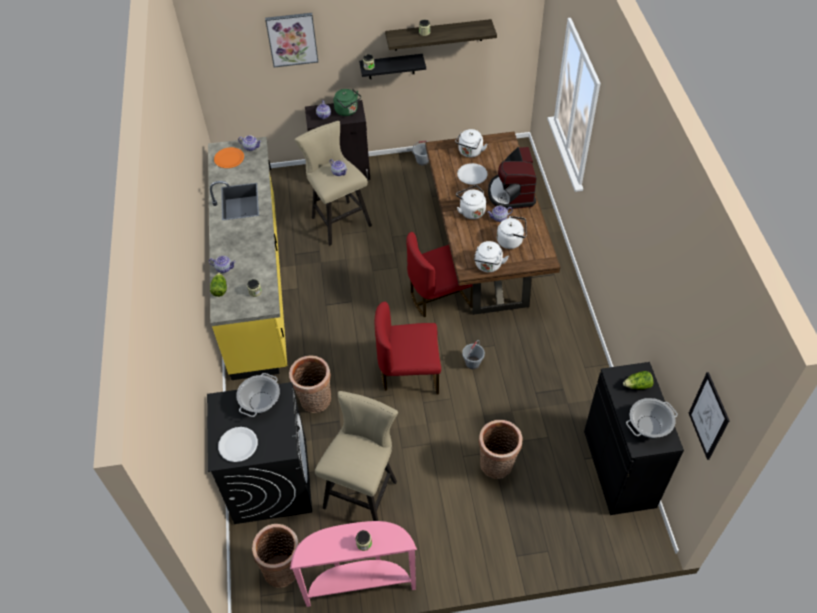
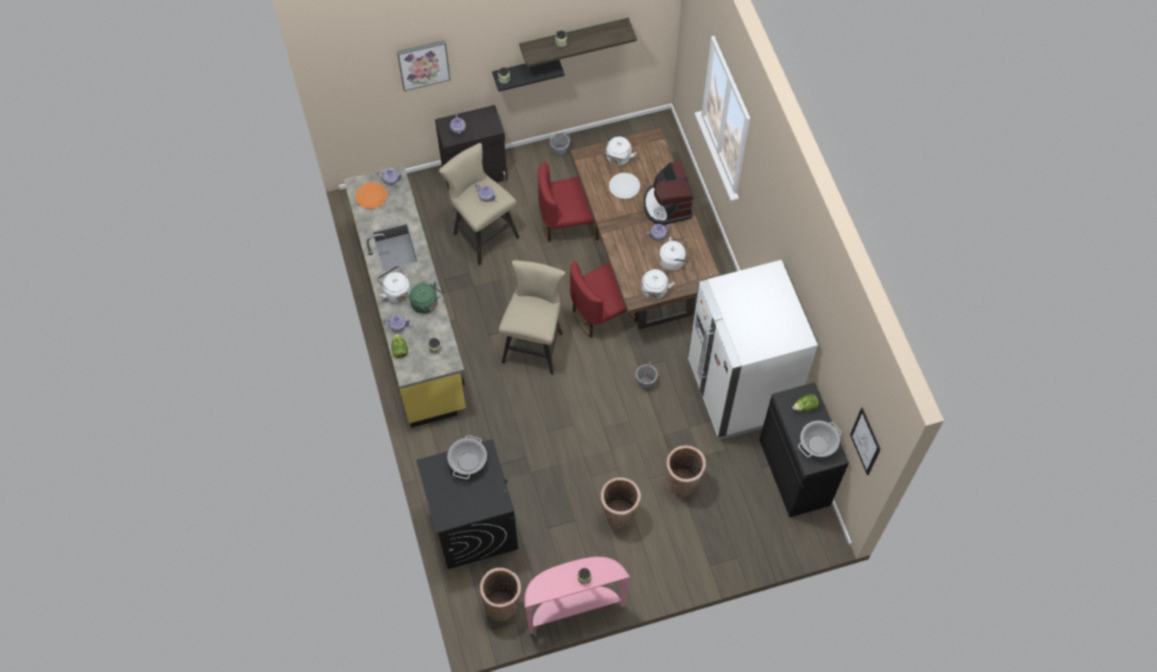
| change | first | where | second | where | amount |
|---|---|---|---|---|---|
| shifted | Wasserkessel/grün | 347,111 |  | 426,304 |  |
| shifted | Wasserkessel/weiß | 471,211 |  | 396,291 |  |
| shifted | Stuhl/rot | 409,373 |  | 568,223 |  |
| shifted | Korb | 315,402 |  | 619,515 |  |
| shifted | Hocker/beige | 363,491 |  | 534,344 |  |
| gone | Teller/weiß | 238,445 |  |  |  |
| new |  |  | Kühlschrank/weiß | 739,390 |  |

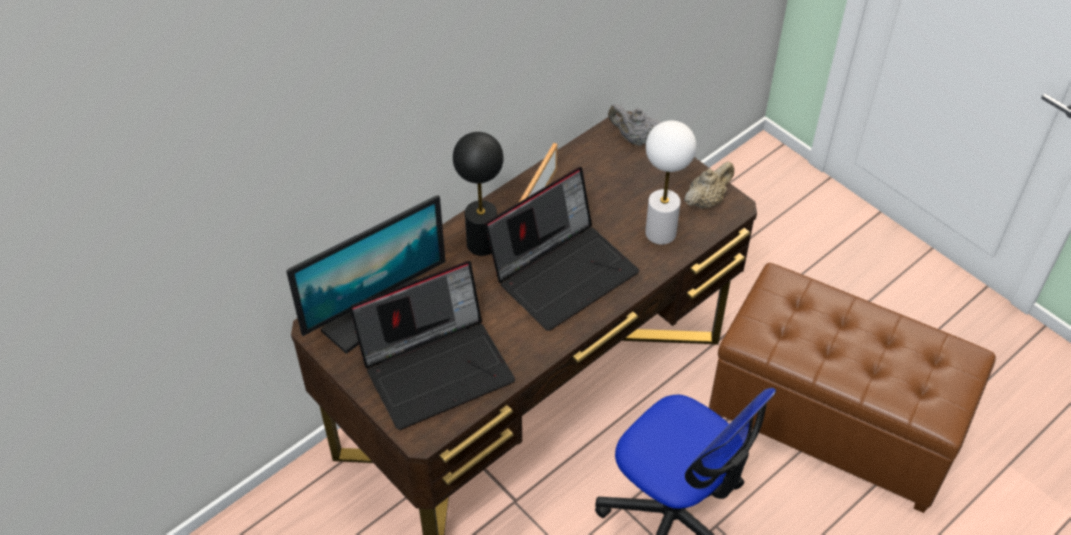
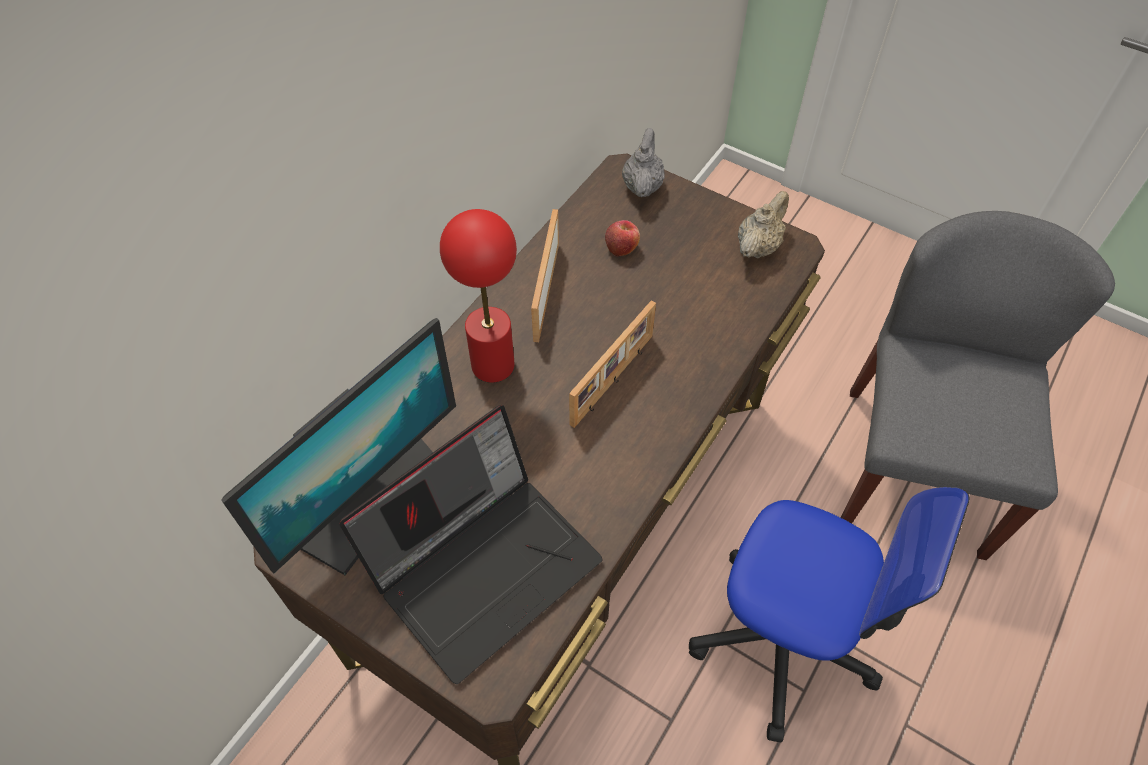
| change | first | where | second | where | amount |
|---|---|---|---|---|---|
| rotated | Teekanne/grau | 635,139 |  | 642,186 | 90 degrees clockwise |
| gone | Tischlampe/weiß | 661,233 |  |  |  |
| repainted | Tischlampe/schwarz | 482,244 | Tischlampe/rot | 493,365 |  |
| swapped | Laptop | 564,271 | Bilderrahmen | 614,380 |  |
| swapped | Polsterhocker/braun | 834,420 | Stuhl/grau | 914,468 |  |
| new |  |  | Apfel | 621,248 |  |

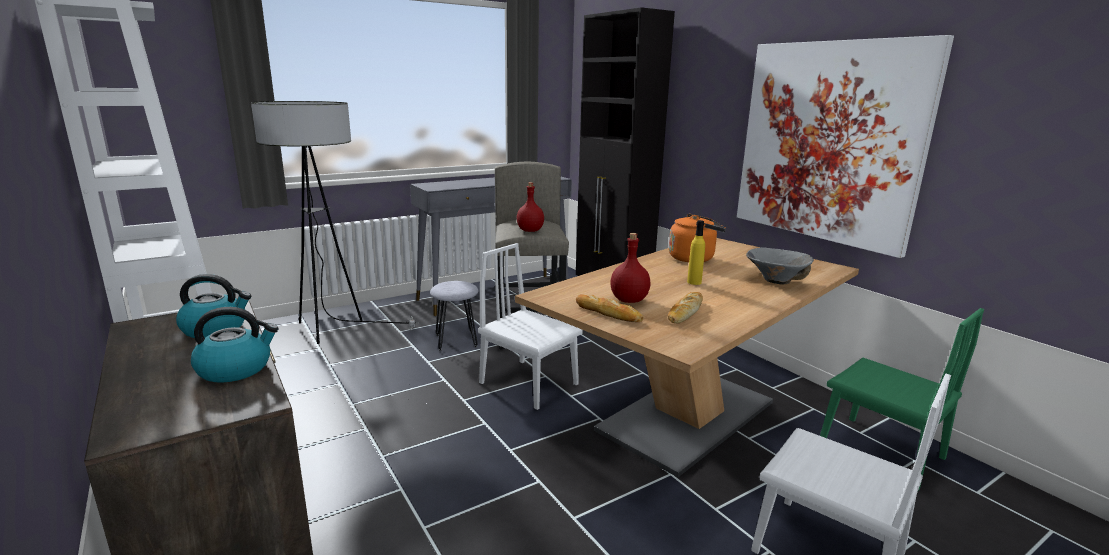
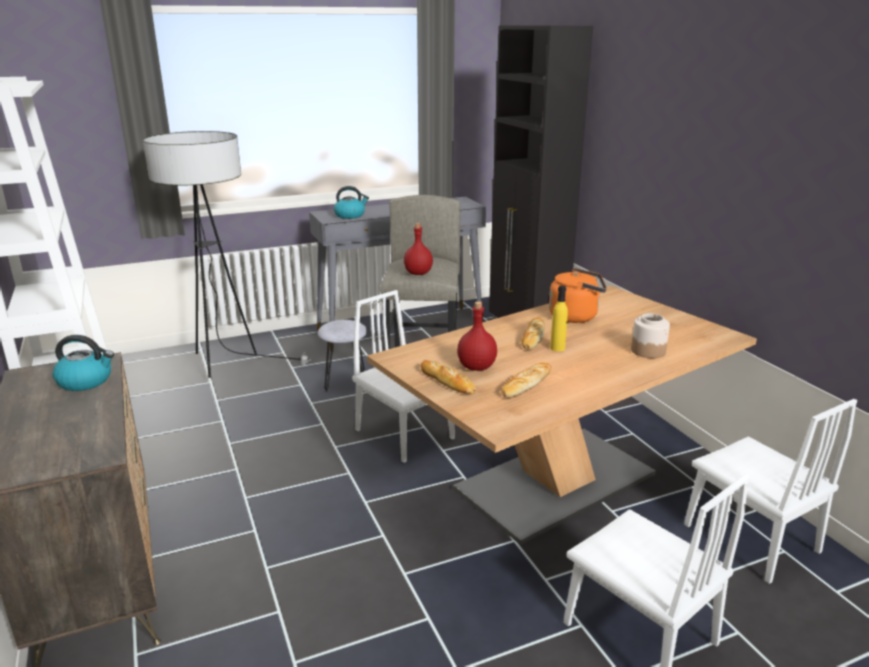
| change | first | where | second | where | amount |
|---|---|---|---|---|---|
| gone | Bild | 828,142 |  |  |  |
| swapped | Schüssel/grau | 776,281 | Vorratsglas | 648,351 |  |
| shifted | Wasserkessel | 236,369 |  | 350,215 |  |
| repainted | Stuhl/grün | 880,451 | Stuhl/weiß | 750,538 |  |
| new |  |  | Brot | 533,337 |  |

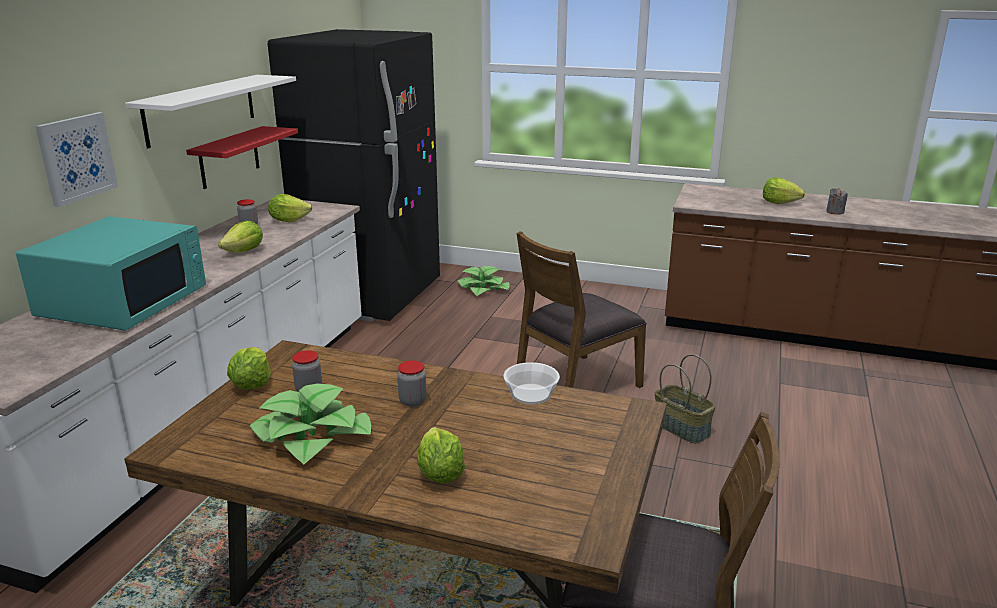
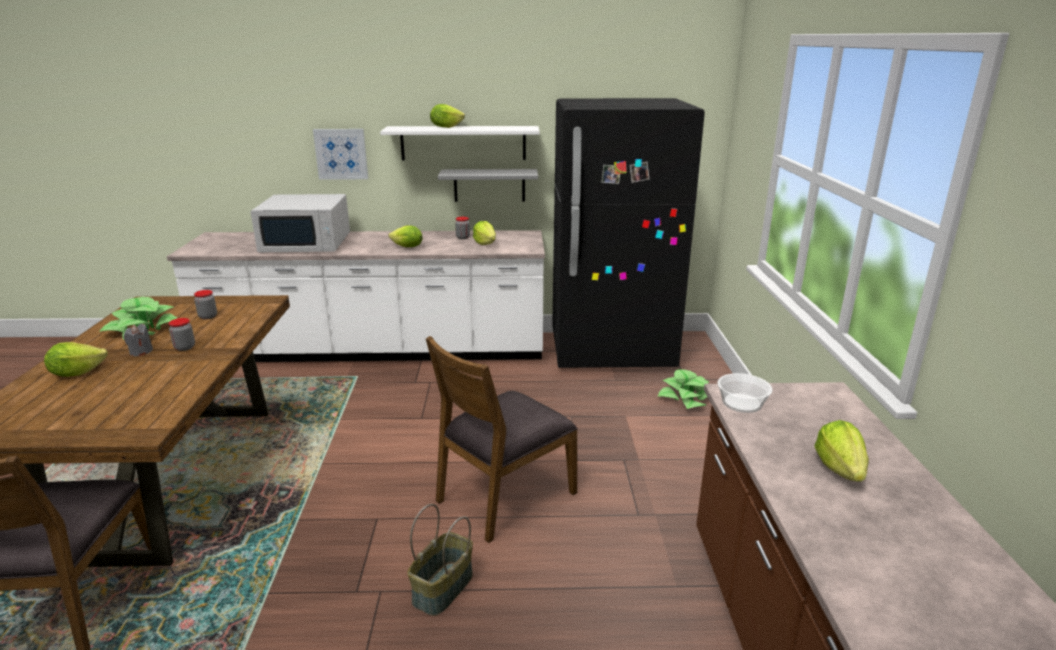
| change | first | where | second | where | amount |
|---|---|---|---|---|---|
| repainted | Wandregal/rot | 229,157 | Wandregal/grau | 489,185 |  |
| shifted | Kerze/grau | 835,212 |  | 141,352 |  |
| repainted | Mikrowelle/türkis | 125,301 | Mikrowelle/weiß | 307,243 |  |
| rotated | Stuhl/braun | 576,386 |  | 504,496 | 75 degrees counterclockwise |
| shifted | Salatkopf | 252,384 |  | 446,127 |  |
| shifted | Schüssel | 531,394 |  | 741,403 |  |

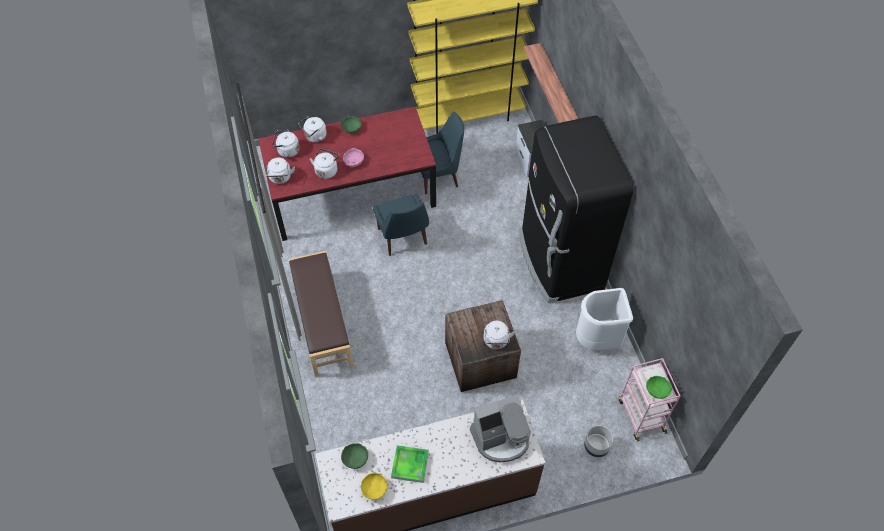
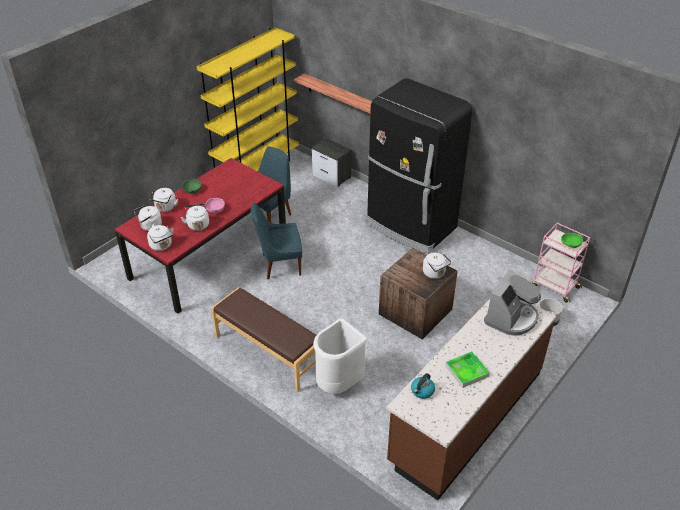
| change | first | where | second | where | amount |
|---|---|---|---|---|---|
| rotated | Stuhl/blau | 403,238 |  | 279,265 | 135 degrees clockwise |
| shifted | Mülleimer/weiß | 597,340 |  | 339,384 |  |
| swapped | Schüssel/grün | 355,459 | Wasserkessel | 422,391 |  |
| gone | Schüssel/gelb | 375,489 |  |  |  |

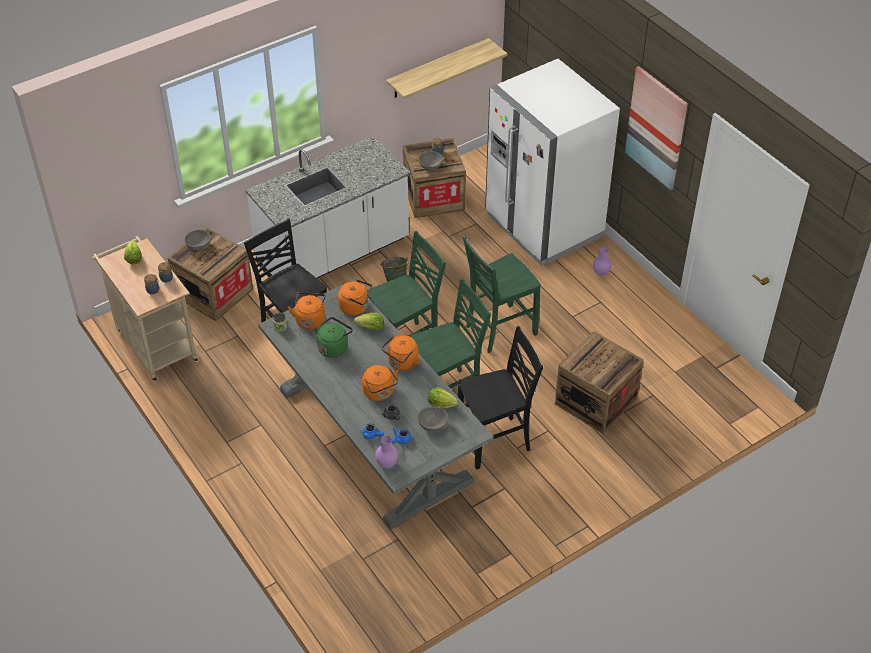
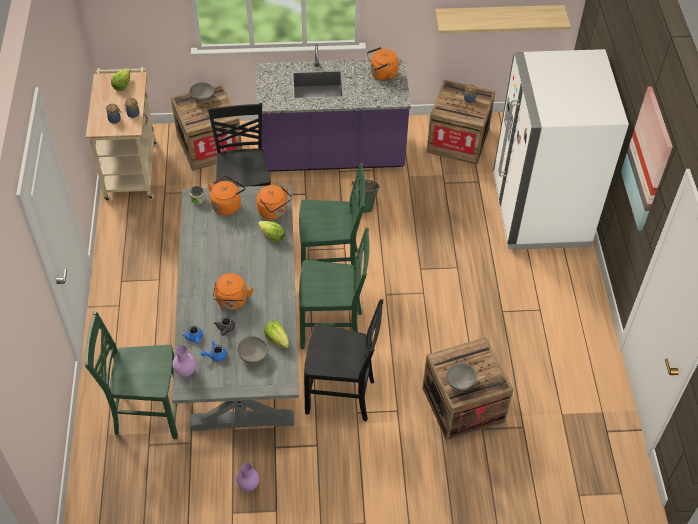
| change | first | where | second | where | amount |
|---|---|---|---|---|---|
| repainted | Küchenzeile/weiß | 334,254 | Küchenzeile/lila | 332,155 |  |
| shifted | Schüssel/grau | 431,166 |  | 460,382 |  |
| shifted | Stuhl/grün | 499,330 |  | 147,413 |  |
| shifted | Vase/lila | 601,273 |  | 249,485 |  |
| gone | Wasserkessel/grün | 334,347 |  |  |  |
| shifted | Wasserkessel/orange | 402,363 |  | 382,74 |  |

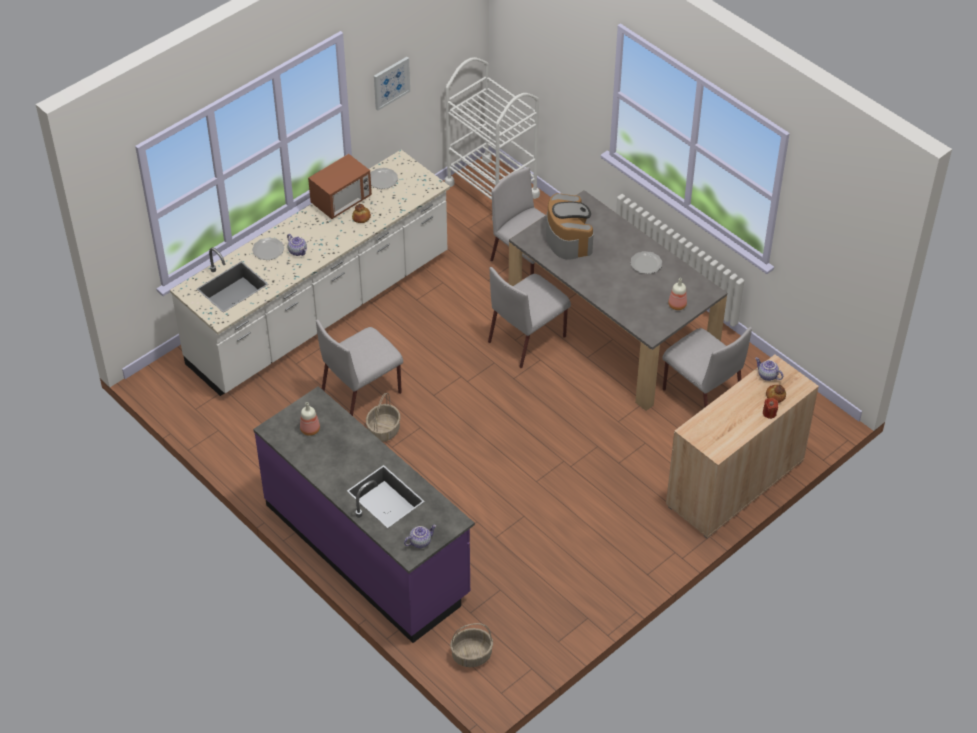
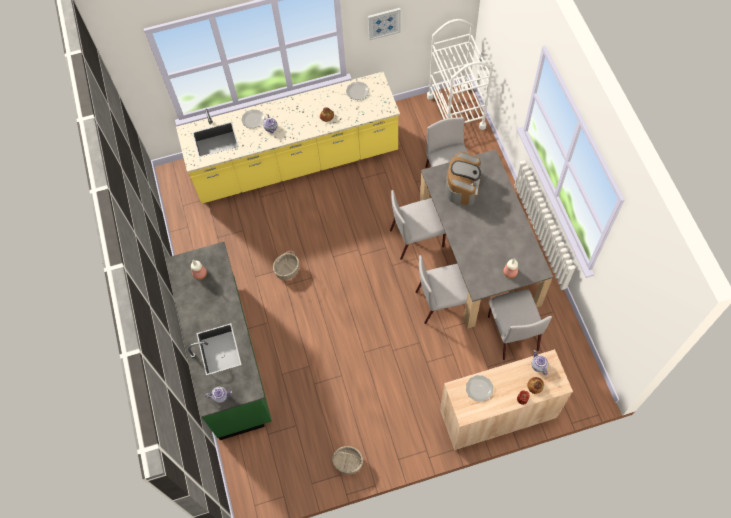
| change | first | where | second | where | amount |
|---|---|---|---|---|---|
| repainted | Küchenzeile/weiß | 320,311 | Küchenzeile/gelb | 296,163 |  |
| gone | Mikrowelle | 341,201 |  |  |  |
| shifted | Teller | 646,263 |  | 479,388 |  |
| shifted | Stuhl/grau | 362,392 |  | 444,302 |  |
| repainted | Küchenzeile/lila | 367,550 | Küchenzeile/grün | 229,356 |  |
| shifted | Korb | 471,655 |  | 348,463 |  |

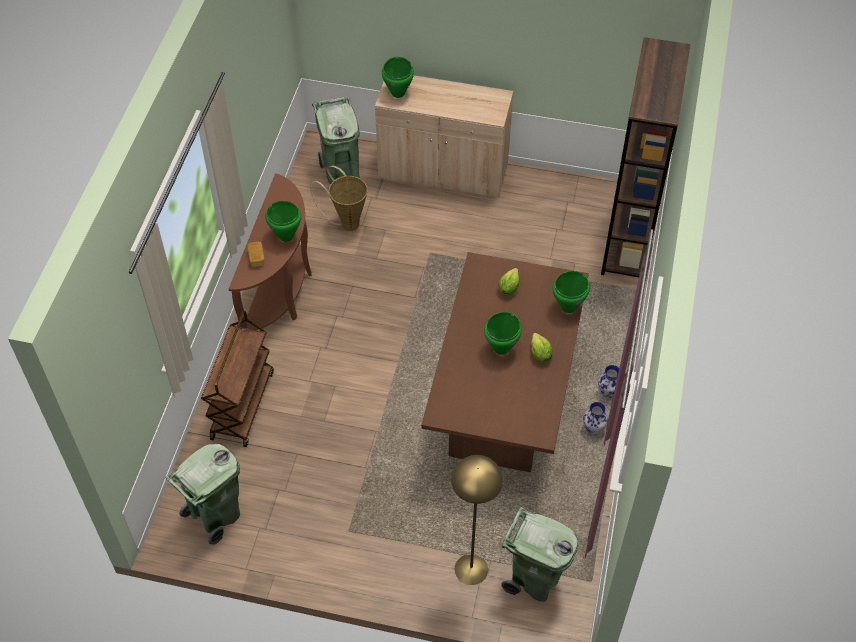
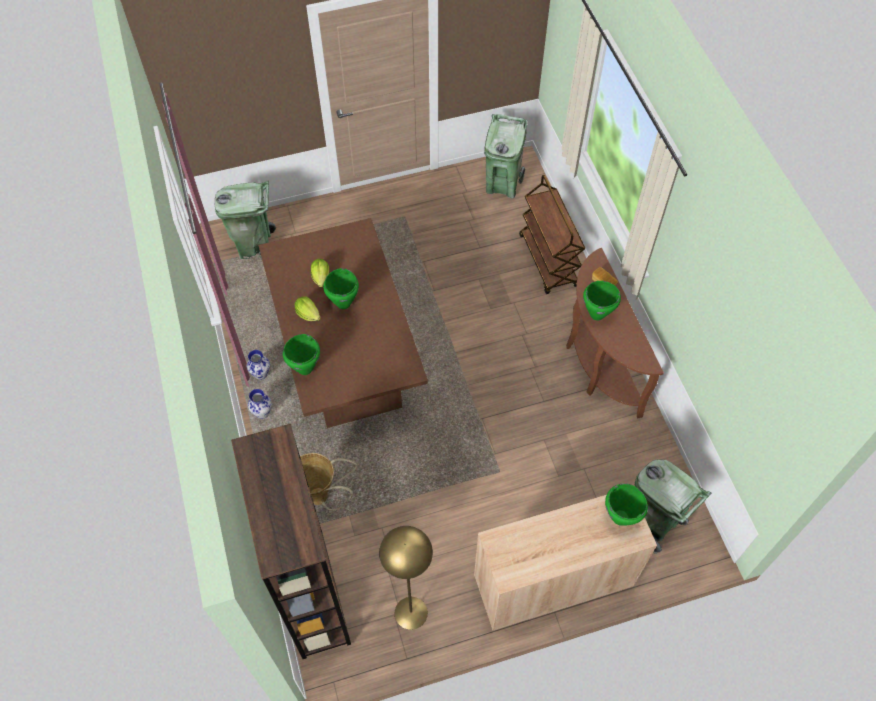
| change | first | where | second | where | amount |
|---|---|---|---|---|---|
| shifted | Korb | 347,222 |  | 323,497 |  |
| shifted | Salatkopf | 508,288 |  | 321,277 |  |
| shifted | Stehlampe/gelb | 471,569 |  | 410,613 |  |

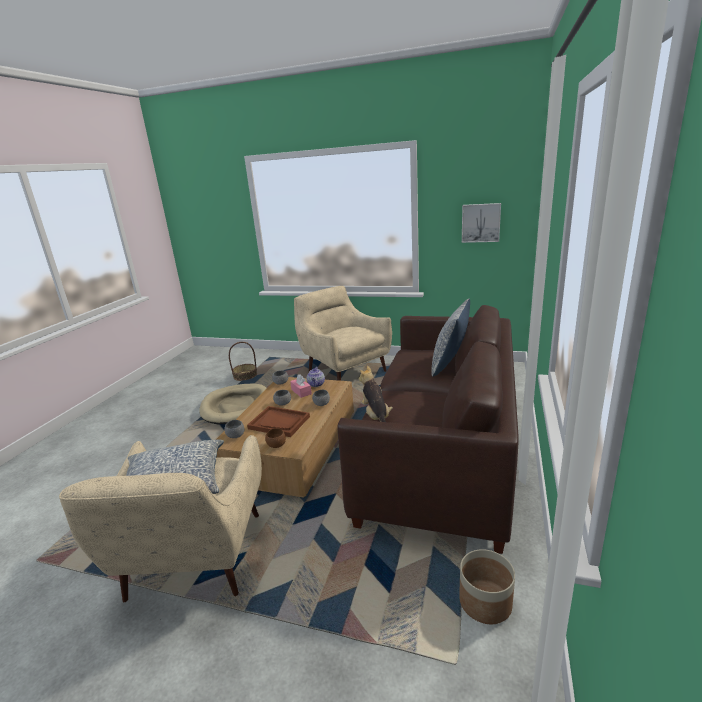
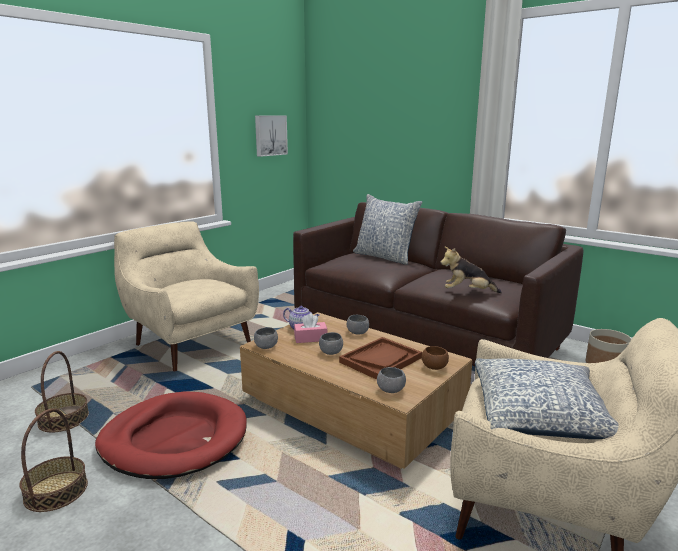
| change | first | where | second | where | amount |
|---|---|---|---|---|---|
| rotated | Sessel/beige | 344,370 |  | 191,342 | 60 degrees clockwise |
| repainted | Hundebett/beige | 237,407 | Hundebett/rot | 174,439 |  |
| new |  |  | Korb | 56,491 |  |

